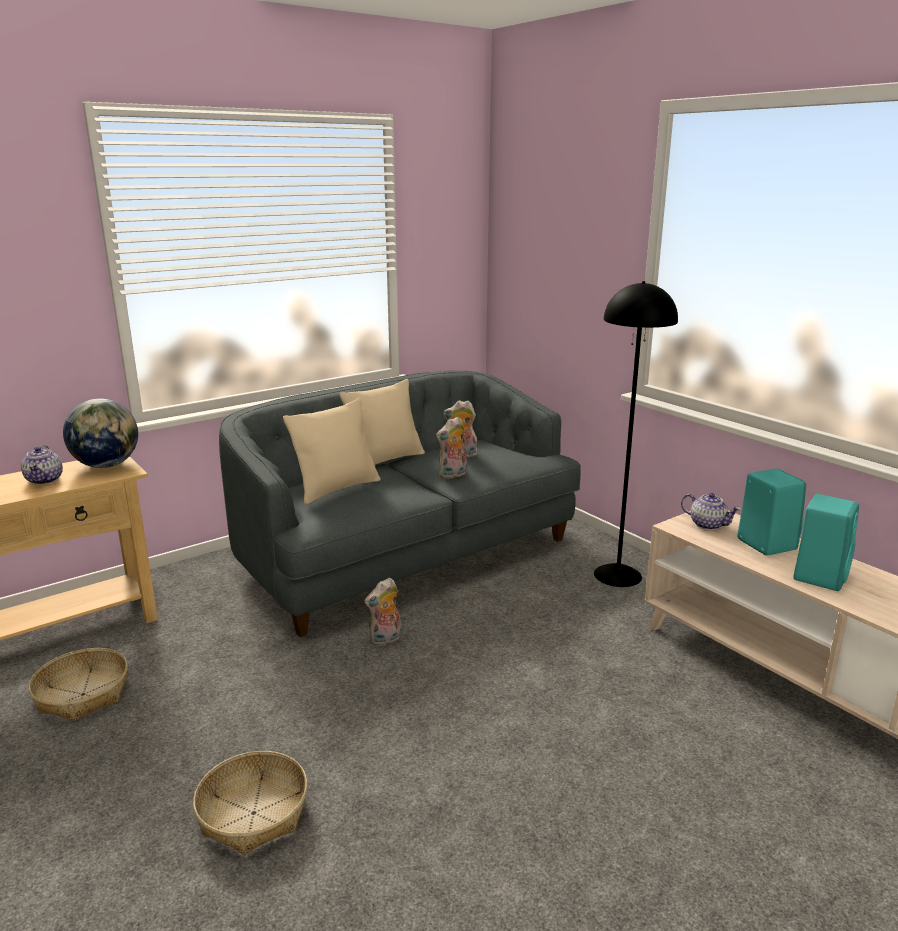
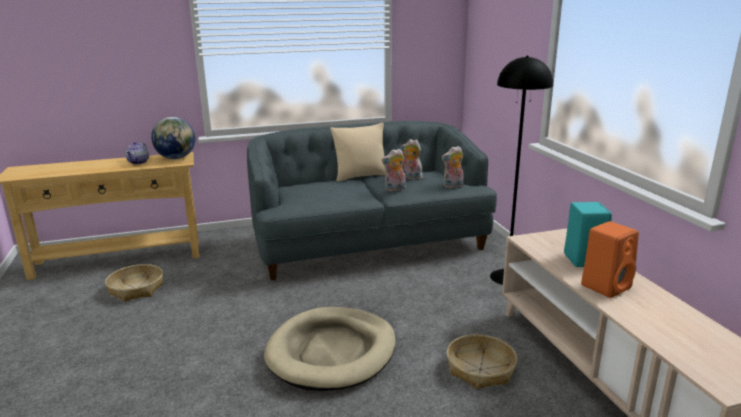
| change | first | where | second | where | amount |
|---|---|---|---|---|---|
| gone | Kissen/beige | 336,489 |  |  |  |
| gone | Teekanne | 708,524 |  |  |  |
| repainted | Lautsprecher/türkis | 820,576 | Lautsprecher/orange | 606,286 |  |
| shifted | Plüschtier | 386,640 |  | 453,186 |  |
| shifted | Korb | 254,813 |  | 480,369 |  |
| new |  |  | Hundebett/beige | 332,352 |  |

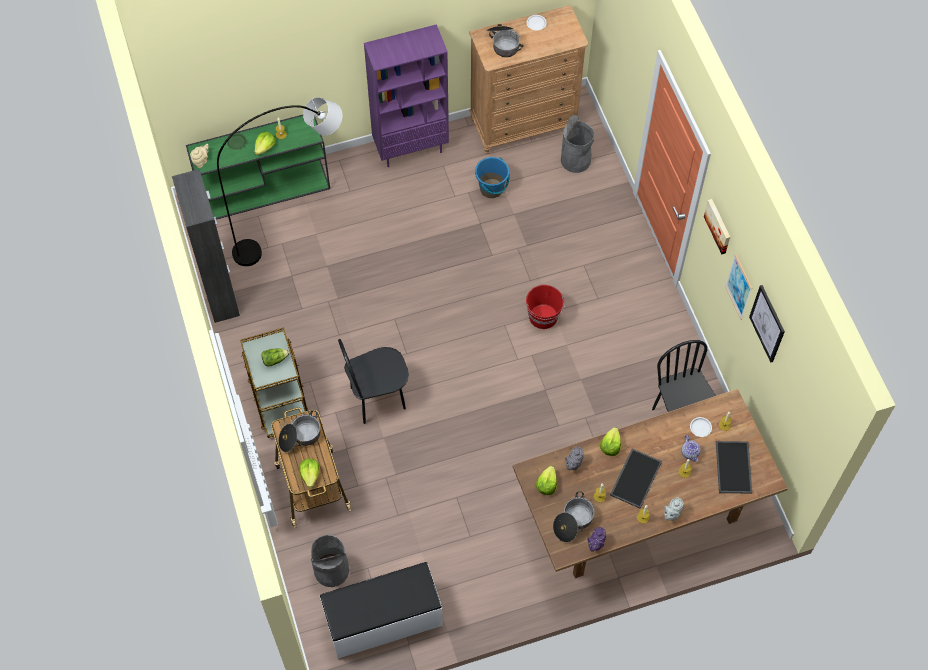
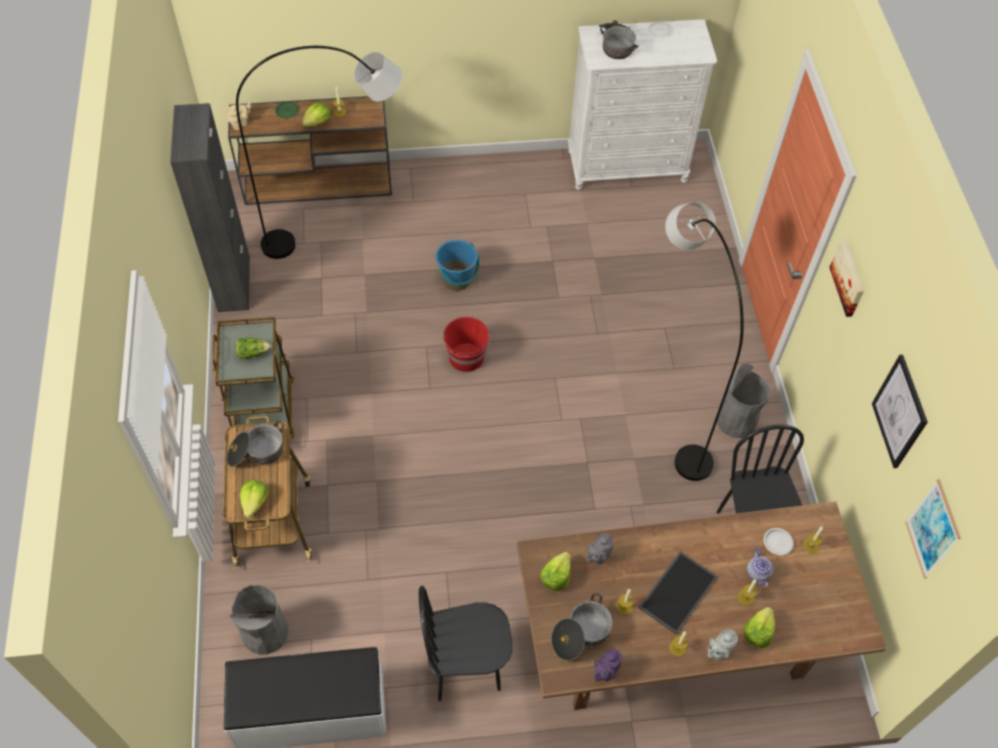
| change | first | where | second | where | amount |
|---|---|---|---|---|---|
| repainted | Kommode/braun | 524,124 | Kommode/weiß | 627,166 |  |
| gone | Bücherregal/lila | 411,148 |  |  |  |
| repainted | Konsolentisch/grün | 265,189 | Konsolentisch/braun | 319,183 |  |
| shifted | Mülleimer/grau | 575,160 |  | 736,420 |  |
| shifted | Eimer/blau | 491,189 |  | 457,280 |  |
| shifted | Bild | 739,286 |  | 932,529 |  |
| shifted | Eimer/rot | 543,317 |  | 466,358 |  |
| shifted | Stuhl/schwarz | 378,398 |  | 465,667 |  |
| shifted | Salatkopf | 610,446 |  | 758,632 |  |
| gone | Tablett | 734,468 |  |  |  |
| new |  |  | Stehlampe/grau | 673,403 |  |

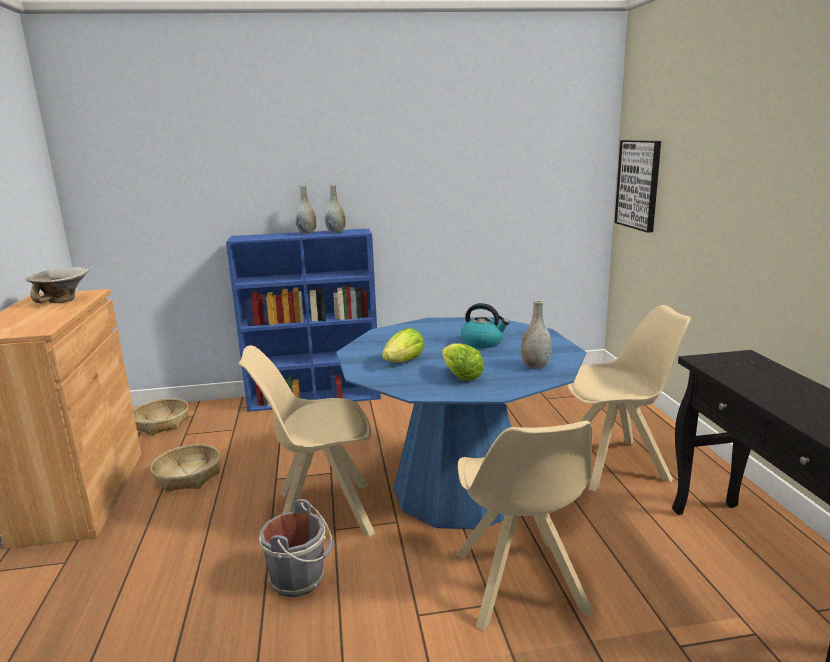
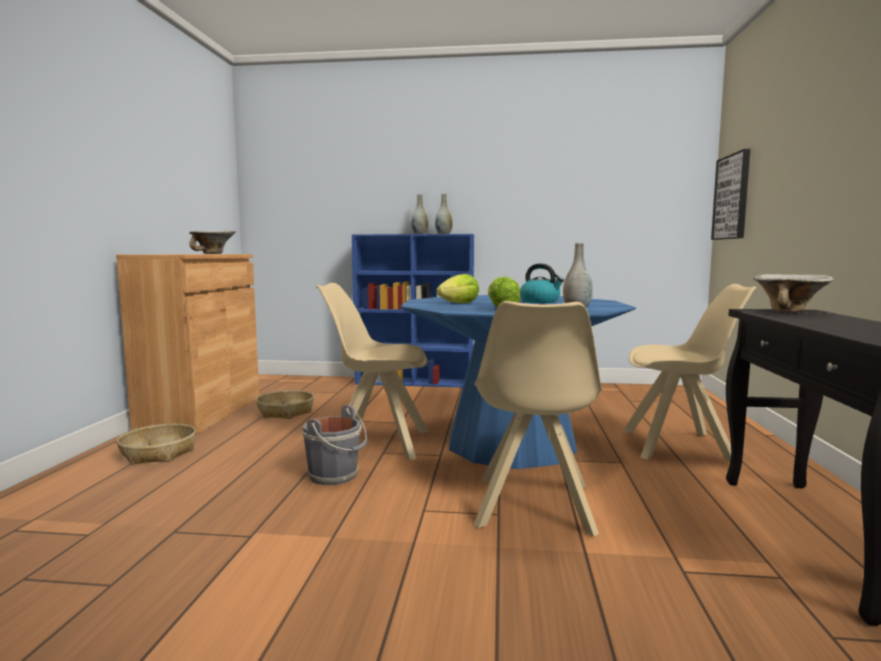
| change | first | where | second | where | amount |
|---|---|---|---|---|---|
| shifted | Korb | 161,423 |  | 158,453 |  |
| new |  |  | Schüssel | 789,311 |  |

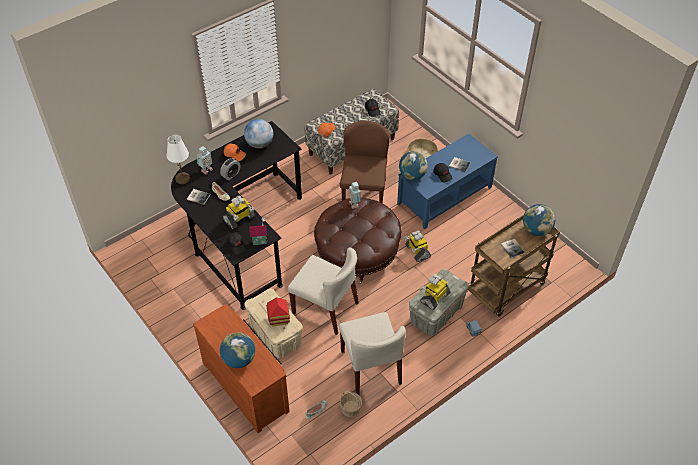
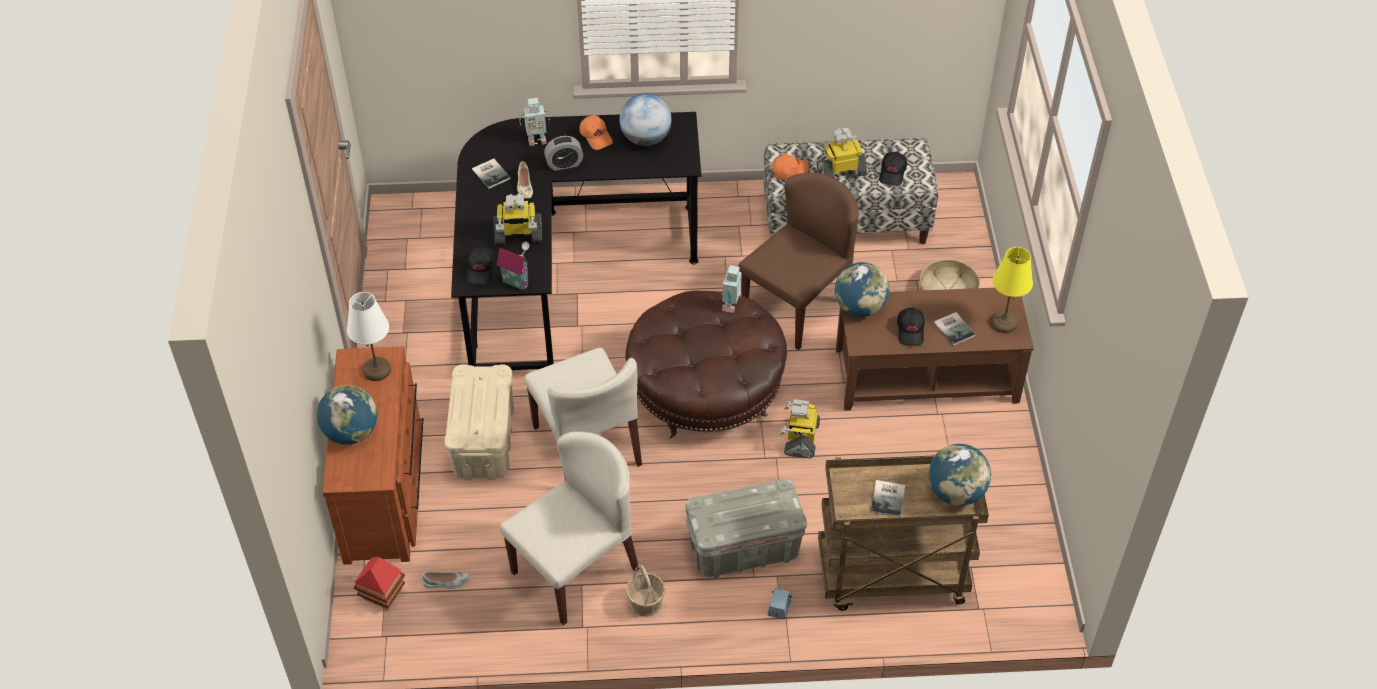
| change | first | where | second | where | amount |
|---|---|---|---|---|---|
| repainted | Couchtisch/blau | 444,195 | Couchtisch/braun | 926,375 |  |
| shifted | Tischlampe/weiß | 182,178 |  | 377,369 |  |
| shifted | Spielzeugroboter | 434,297 |  | 841,171 |  |
| shifted | Spielzeughaus | 278,319 |  | 382,594 |  |
| rotated | Stuhl/beige | 371,367 |  | 575,569 | 150 degrees counterclockwise |
| shifted | Korb | 350,409 |  | 646,602 |  |
| new |  |  | Tischlampe/gelb | 1003,323 |  |

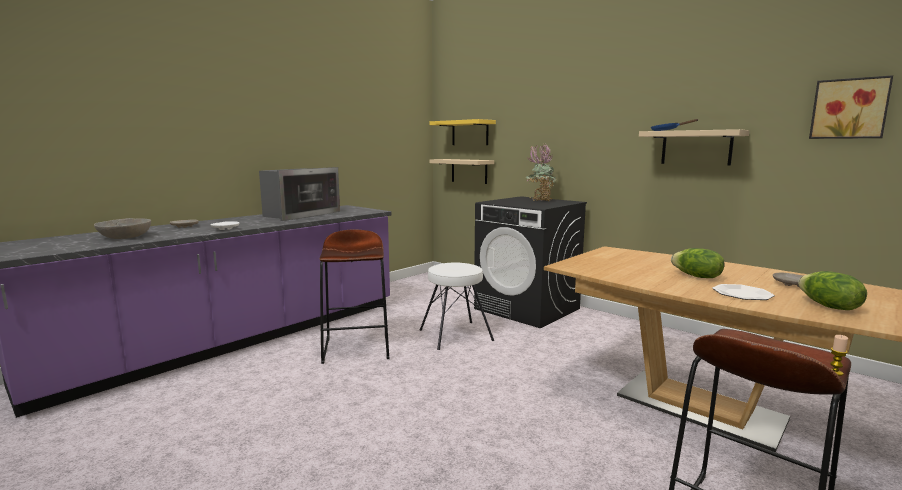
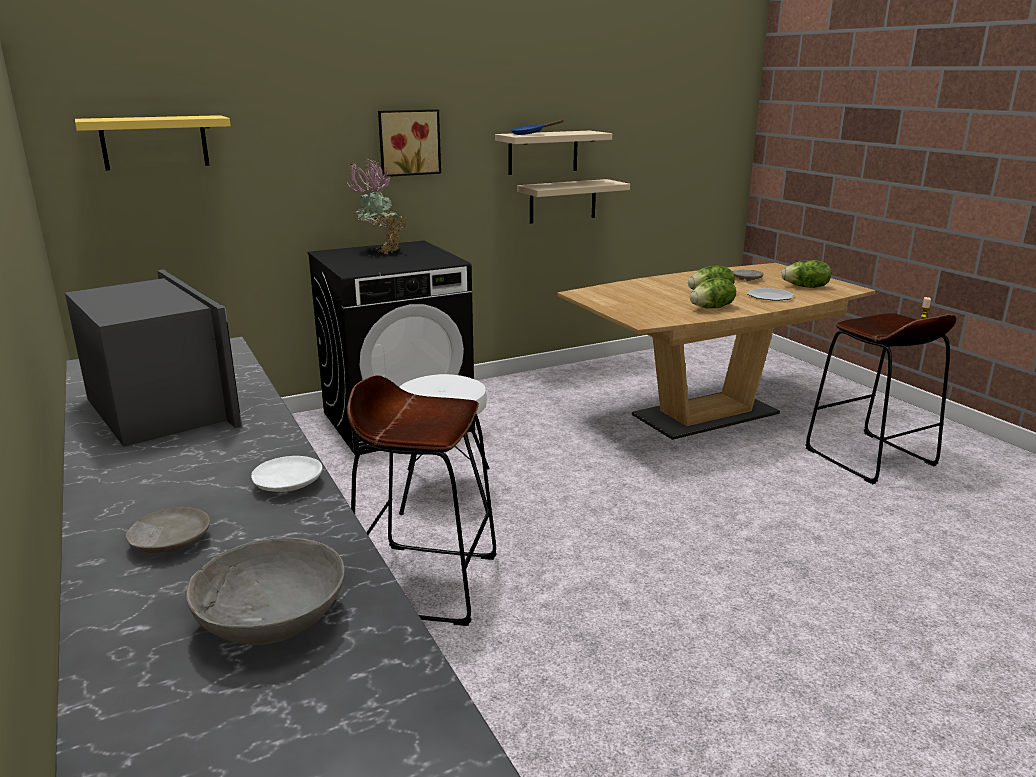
| change | first | where | second | where | amount |
|---|---|---|---|---|---|
| shifted | Bild | 849,109 |  | 408,142 |  |
| shifted | Wandregal/beige | 469,171 |  | 562,201 |  |
| new |  |  | Salatkopf | 712,308 |  |

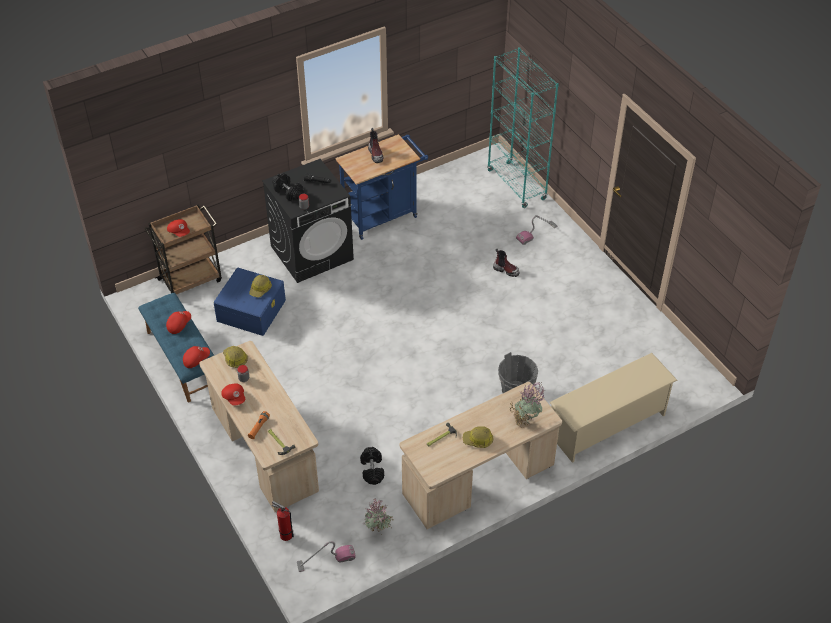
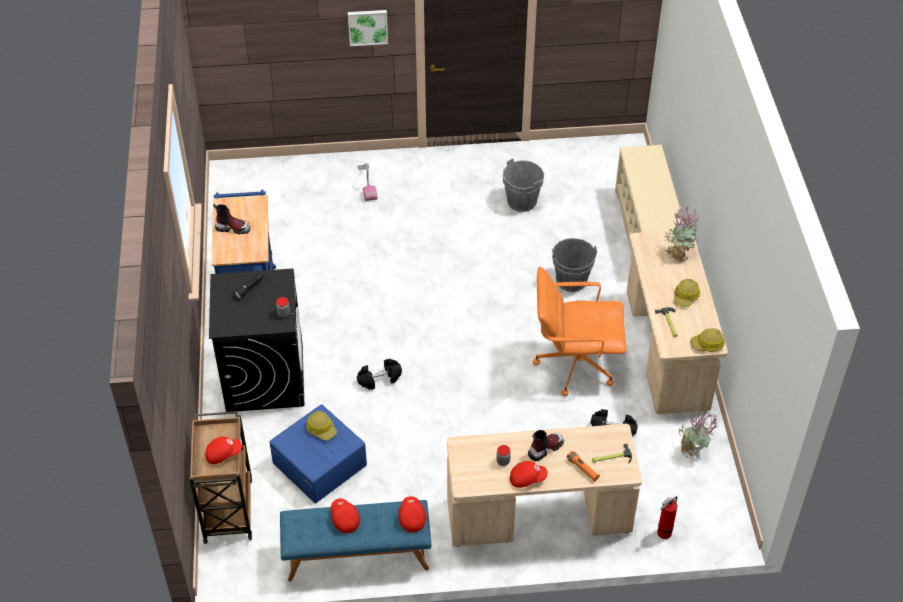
| change | first | where | second | where | amount |
|---|---|---|---|---|---|
| gone | Bücherregal/türkis | 516,185 |  |  |  |
| shifted | Hantel/schwarz | 288,192 |  | 379,379 |  |
| shifted | Stiefel | 506,270 |  | 545,448 |  |
| shifted | Schutzhelm | 235,359 |  | 707,344 |  |
| gone | Staubsauger | 326,560 |  |  |  |
| new |  |  | Bild | 367,26 |  |
| new |  |  | Eimer/grau | 522,201 |  |
| new |  |  | Bürostuhl/orange | 574,364 |  |

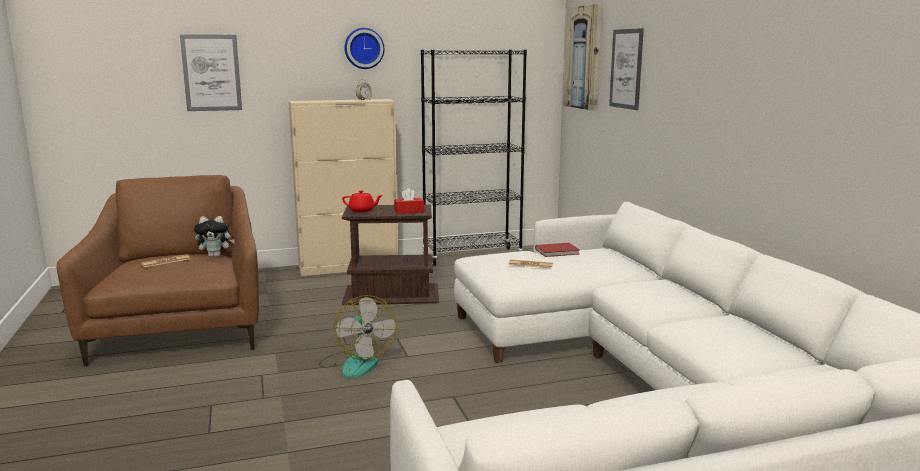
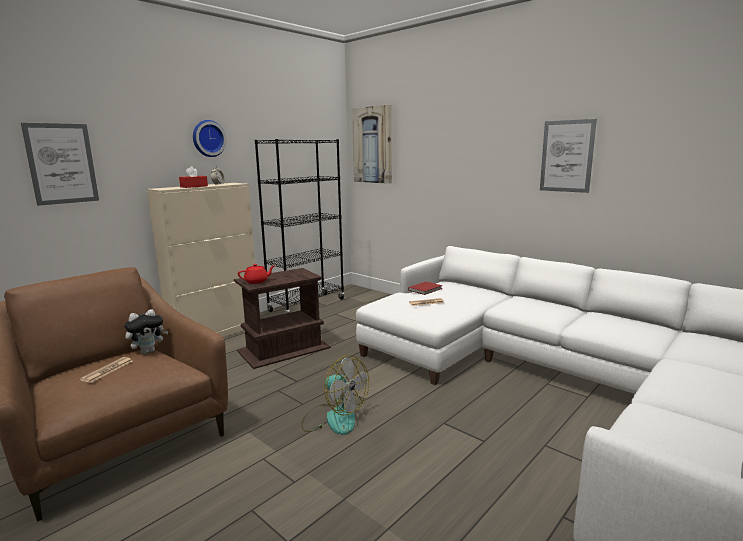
| change | first | where | second | where | amount |
|---|---|---|---|---|---|
| shifted | Bild | 626,69 |  | 567,156 |  |
| shifted | Taschentuchbox/rot | 409,211 |  | 194,186 |  |

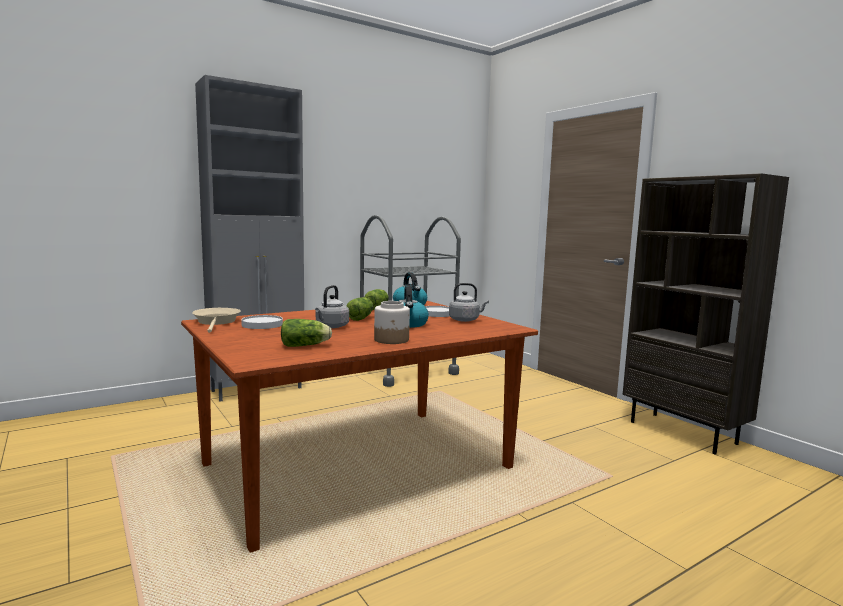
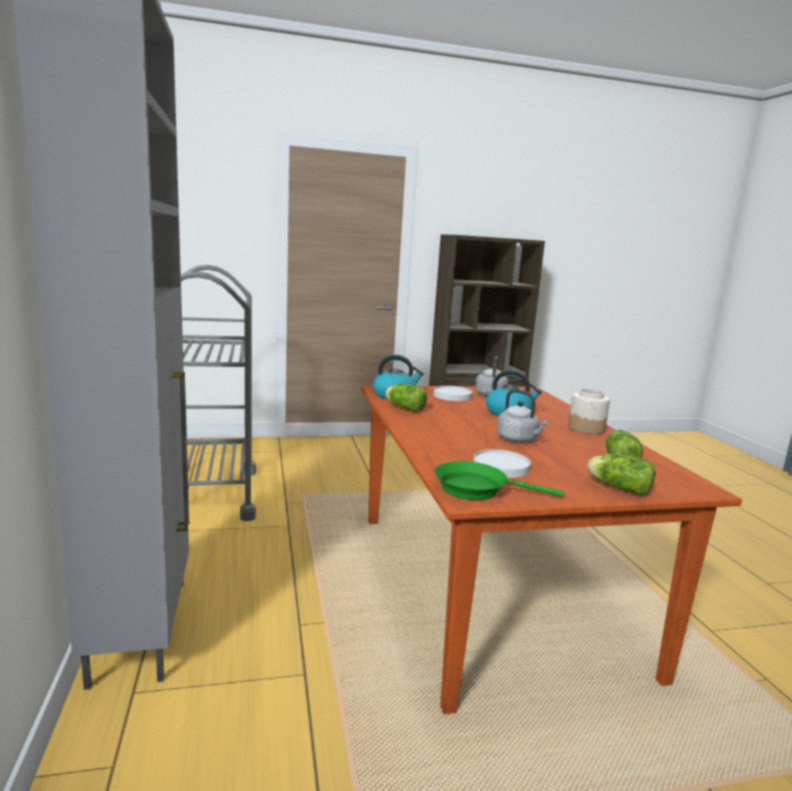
| change | first | where | second | where | amount |
|---|---|---|---|---|---|
| shifted | Salatkopf | 361,318 |  | 617,487 |  |
| repainted | Pfanne/beige | 217,322 | Pfanne/grün | 477,489 |  |

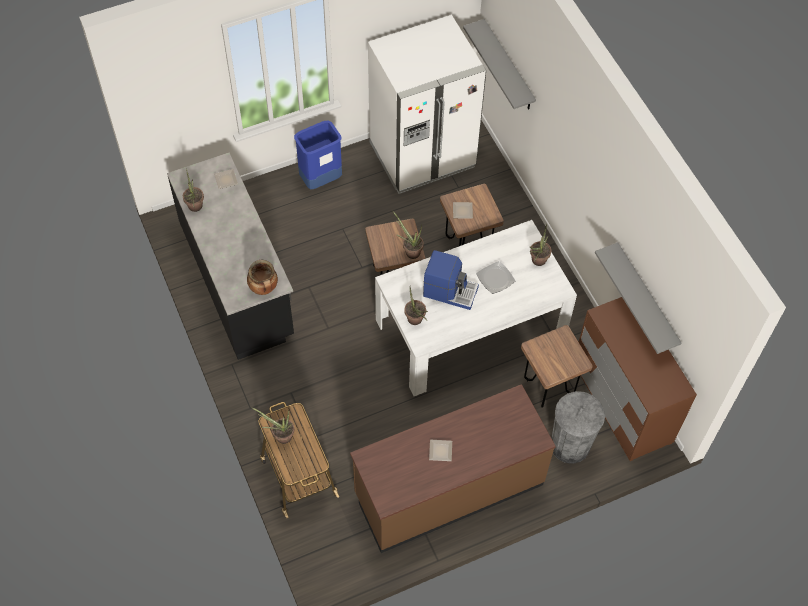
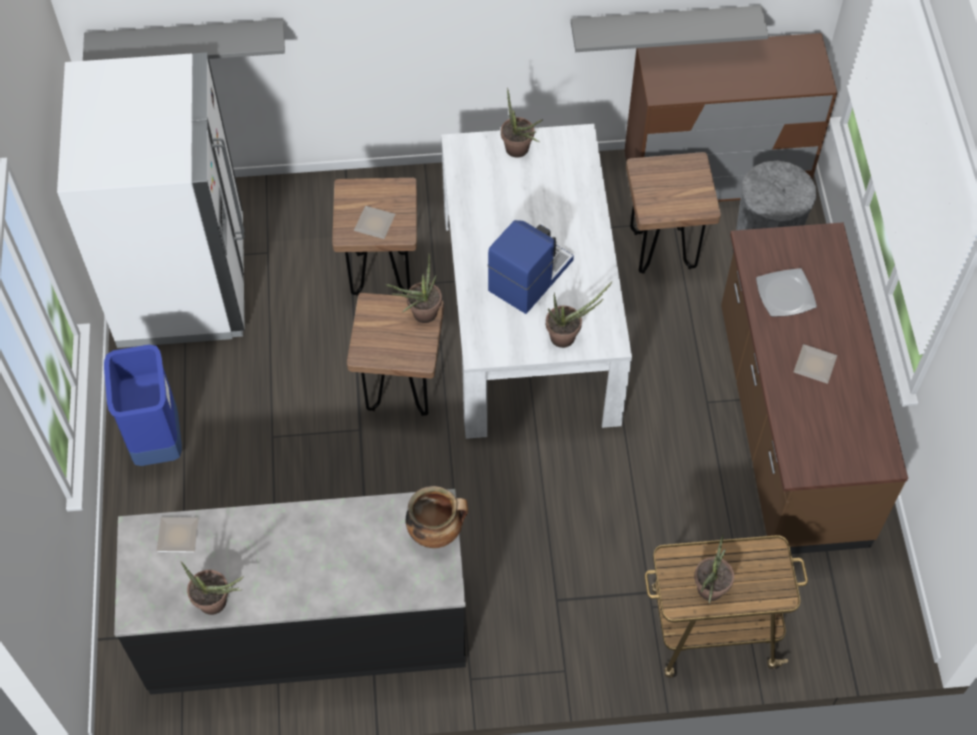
| change | first | where | second | where | amount |
|---|---|---|---|---|---|
| shifted | Teller | 495,278 |  | 784,294 |  |

